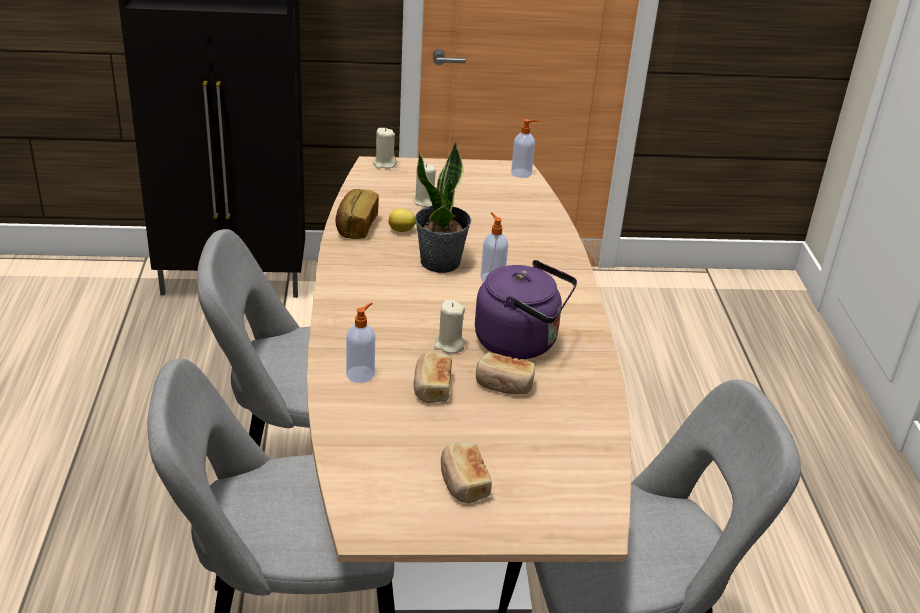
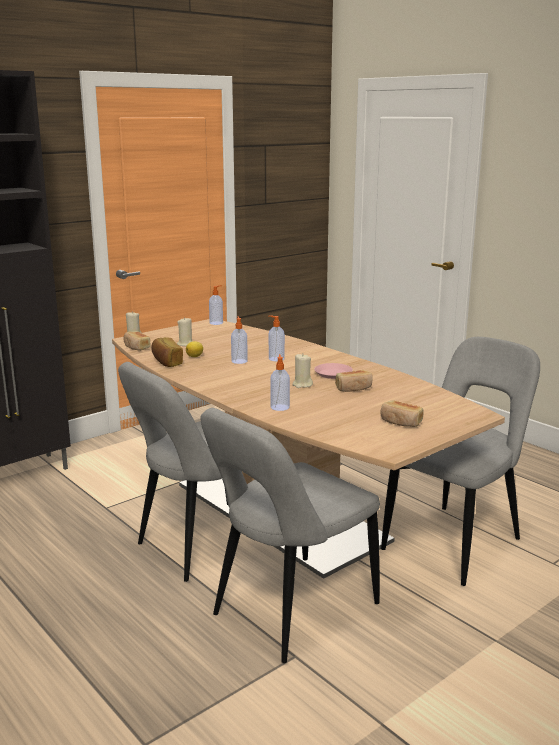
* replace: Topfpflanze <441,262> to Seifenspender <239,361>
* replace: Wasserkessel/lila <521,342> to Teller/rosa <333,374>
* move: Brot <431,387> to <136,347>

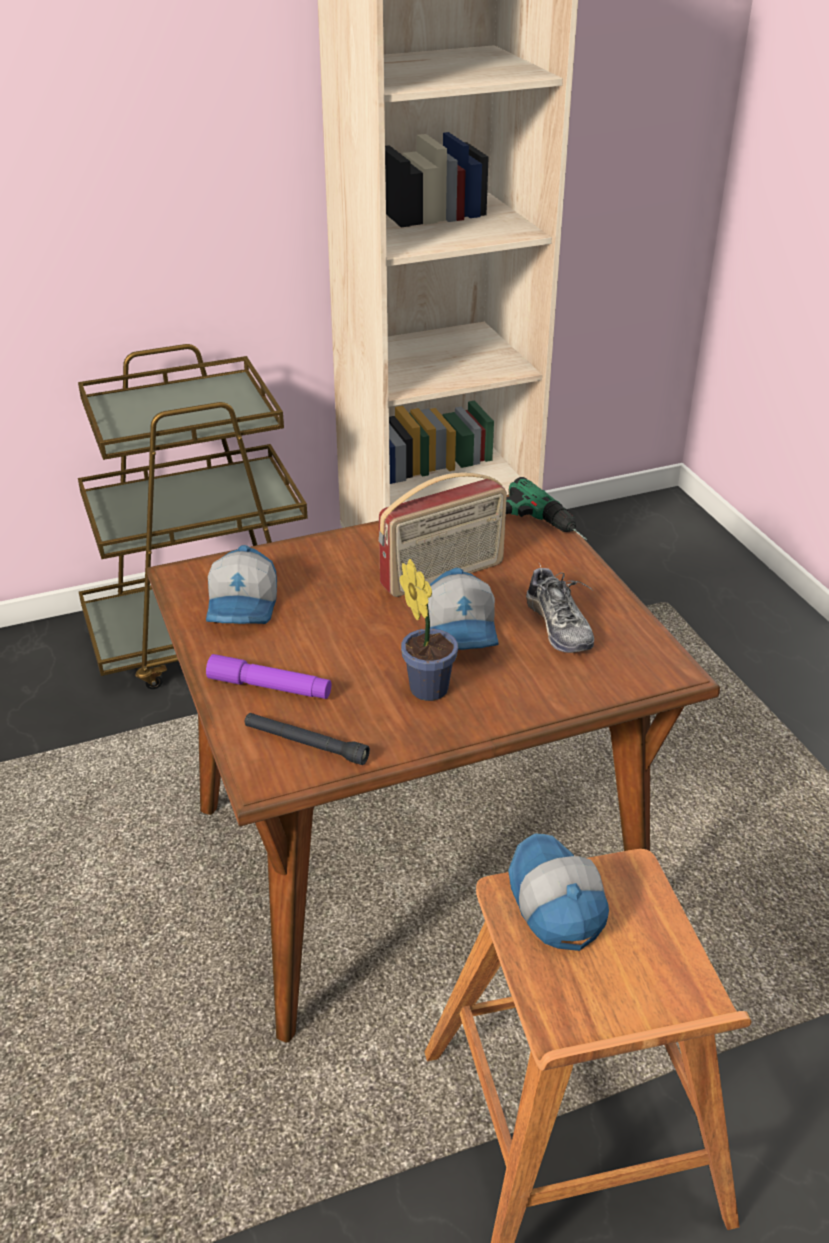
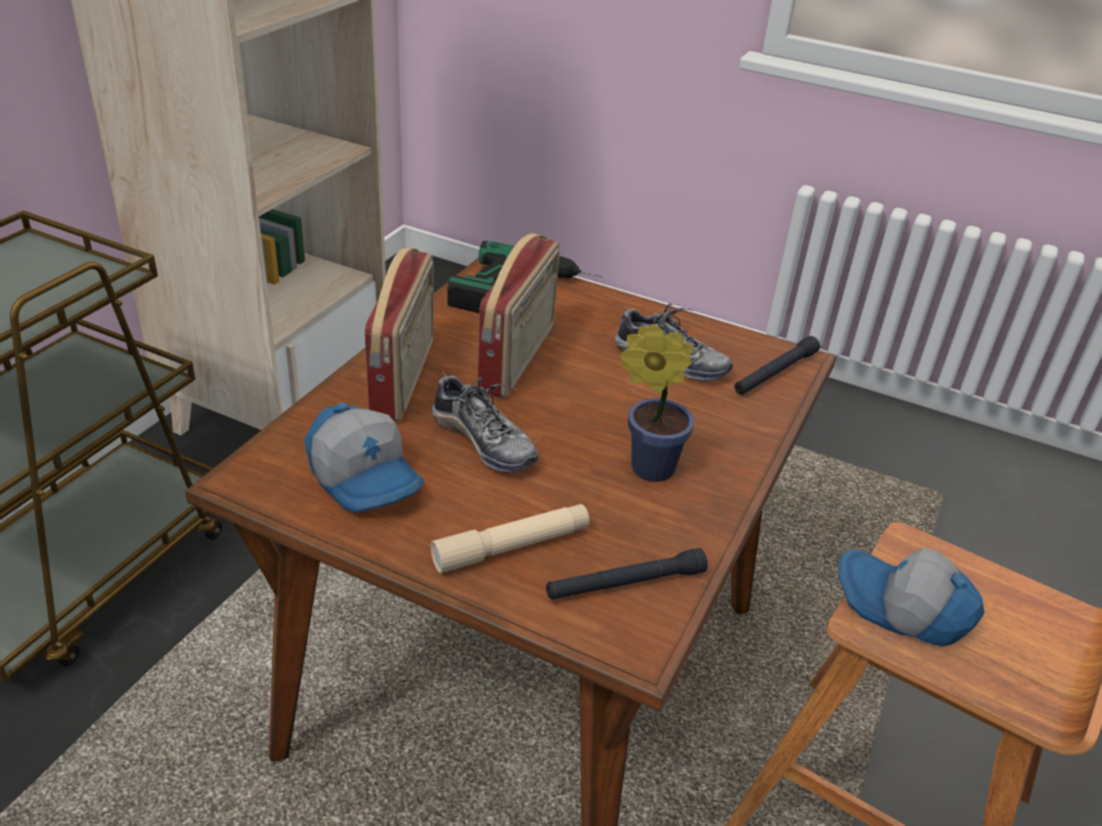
* delete: Kappe <462,629>
* recolor: Taschenlampe/lila <269,687> to Taschenlampe/beige <511,547>
* insert: Radio <405,379>
* insert: Taschenlampe/schwarz <775,373>
* insert: Schuh <483,441>

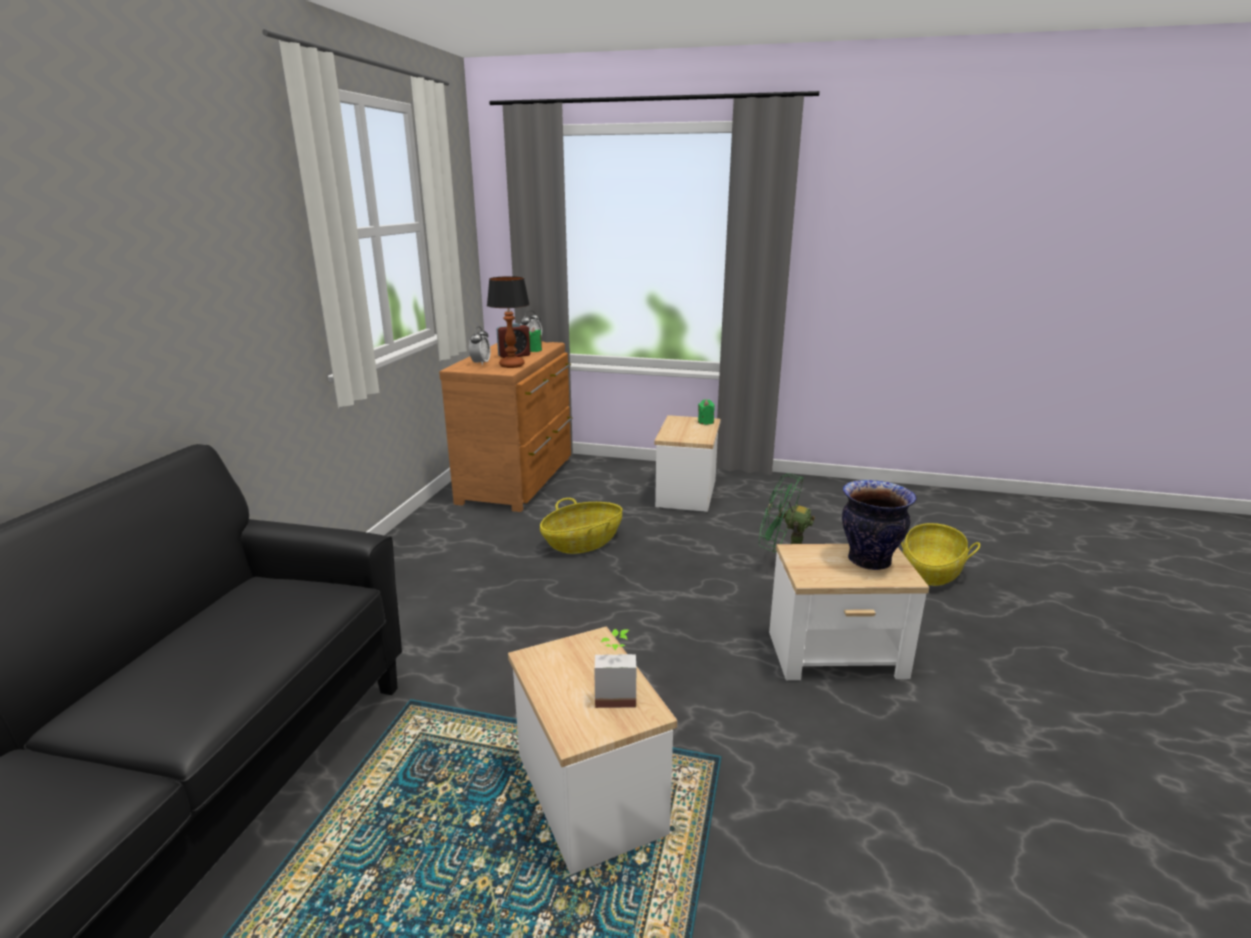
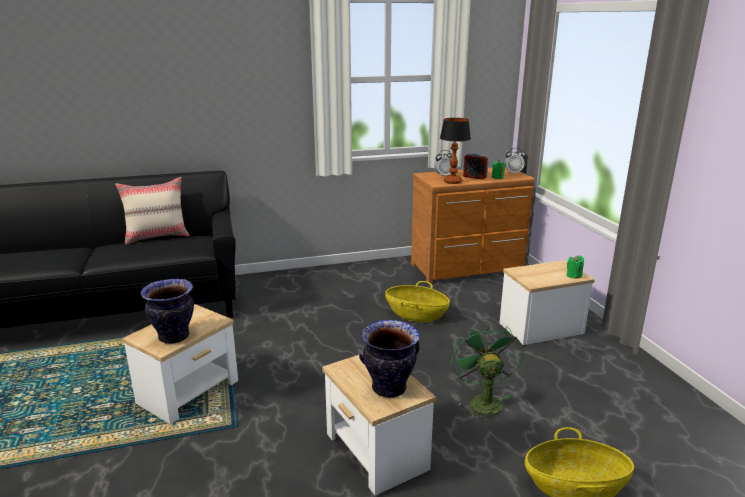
* replace: Topfpflanze <615,694> to Vase <173,337>
* insert: Kissen/beige <157,237>

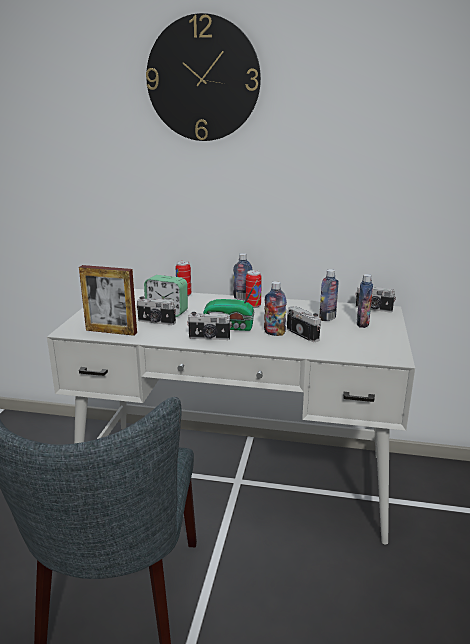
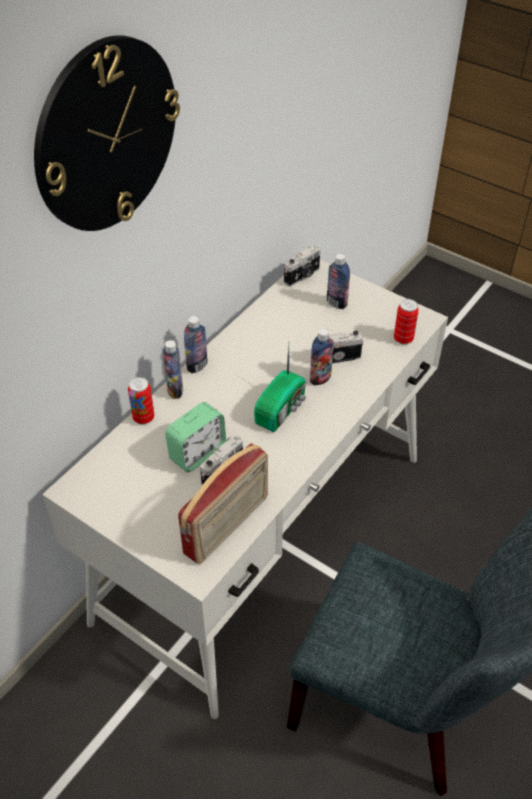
* replace: Bilderrahmen <111,331> to Radio <228,526>
* move: Flasche <327,318> to <175,390>
* move: Dose <253,306> to <403,339>
* delete: Kamera <209,338>

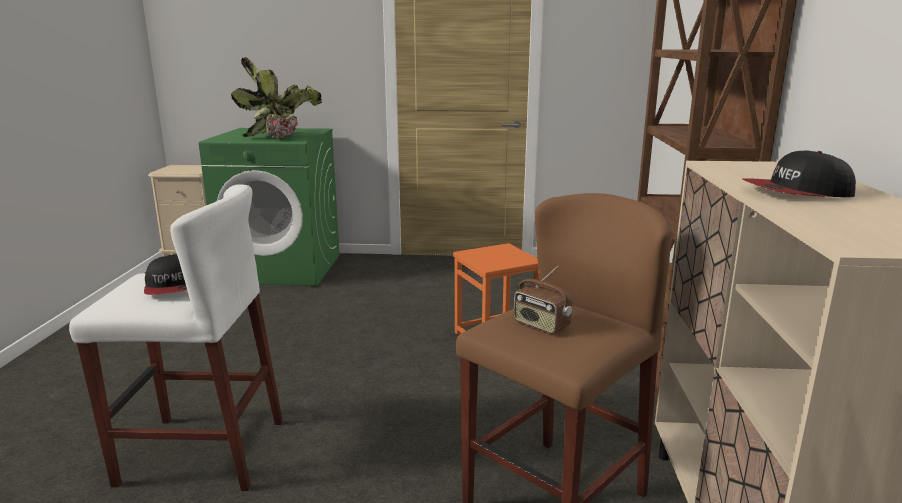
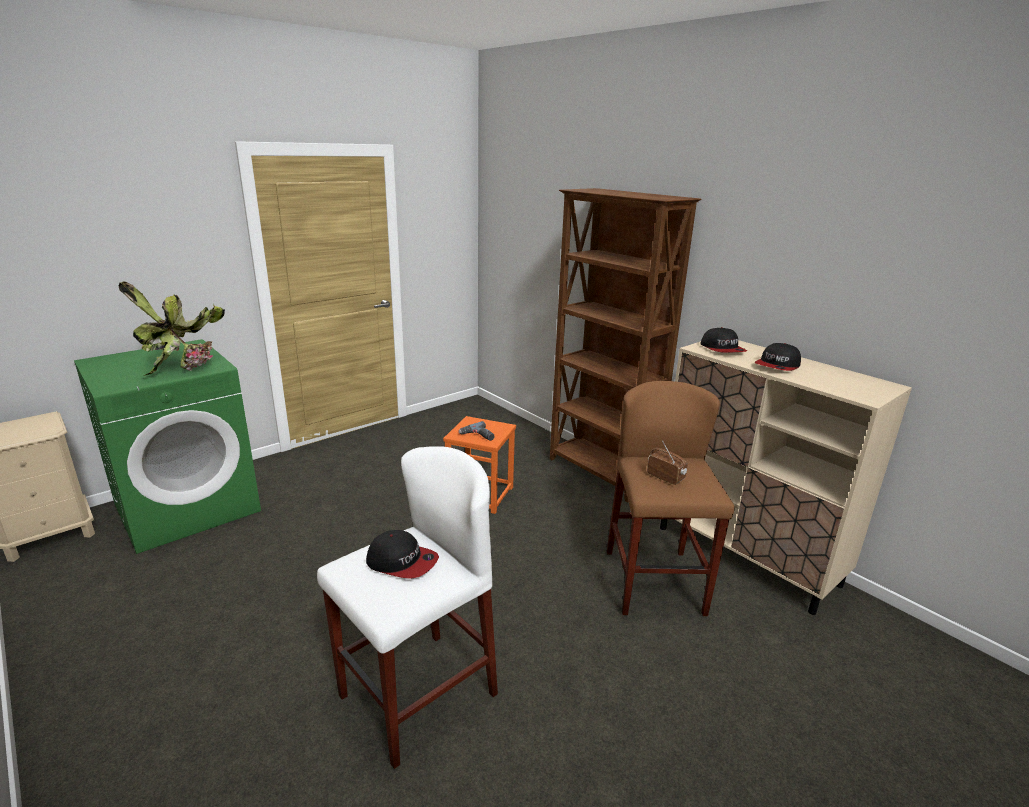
* rotate: Radio <540,325> = <666,477> 135 degrees counterclockwise
* insert: Kappe <722,349>
* insert: Bohrmaschine <477,436>

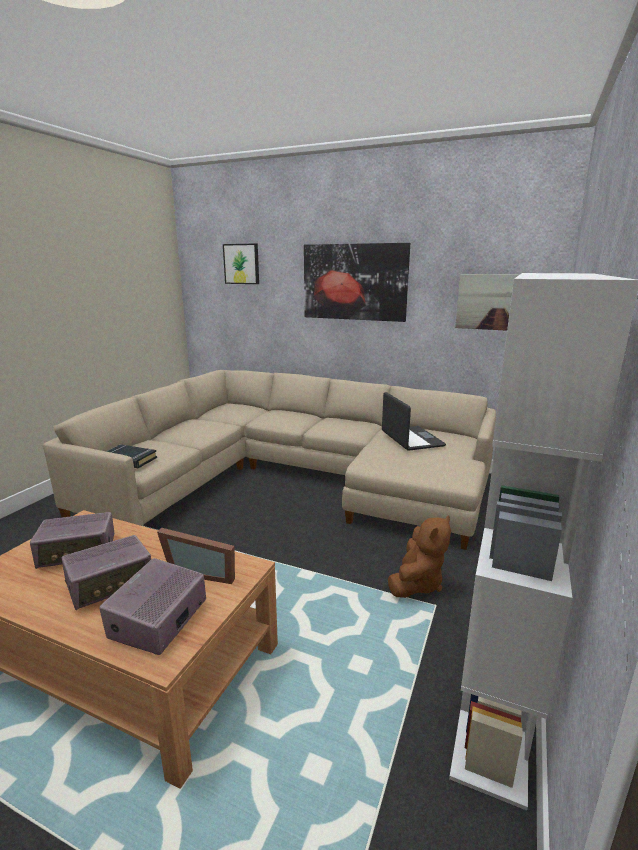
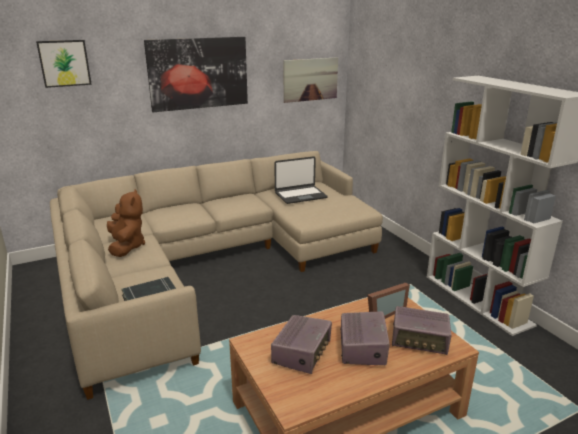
* rotate: Laptop <411,439> = <300,195> 135 degrees clockwise
* move: Plüschtier/braun <417,583> to <126,247>
* rotate: Radio <158,620> = <419,340> 45 degrees counterclockwise

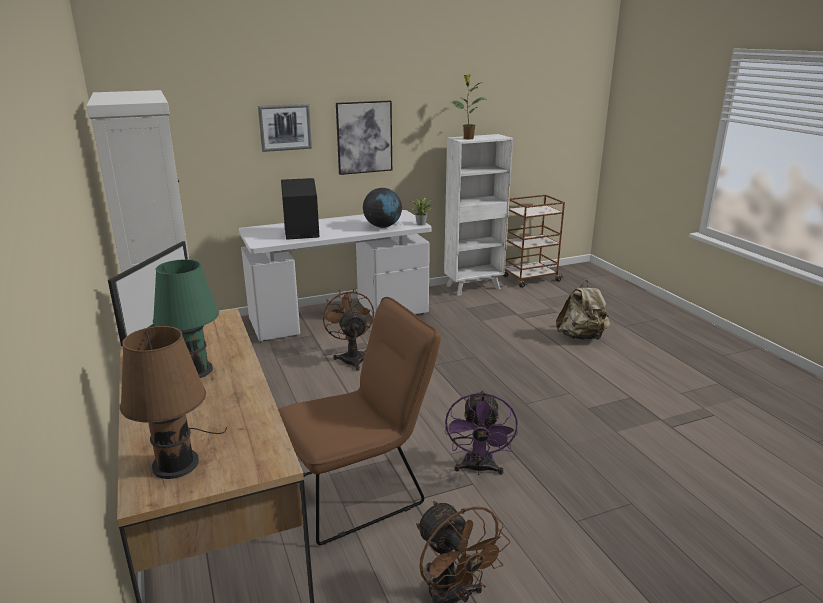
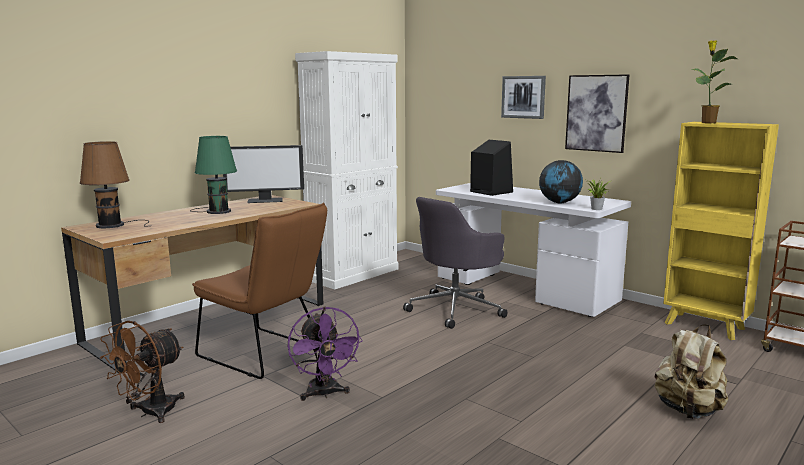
* recolor: Bücherregal/weiß <474,287> to Bücherregal/gelb <705,326>
* replace: Ventilator/braun <351,357> to Bürostuhl/grau <456,309>
* rotate: Ventilator/lila <478,469> = <324,394> 90 degrees counterclockwise

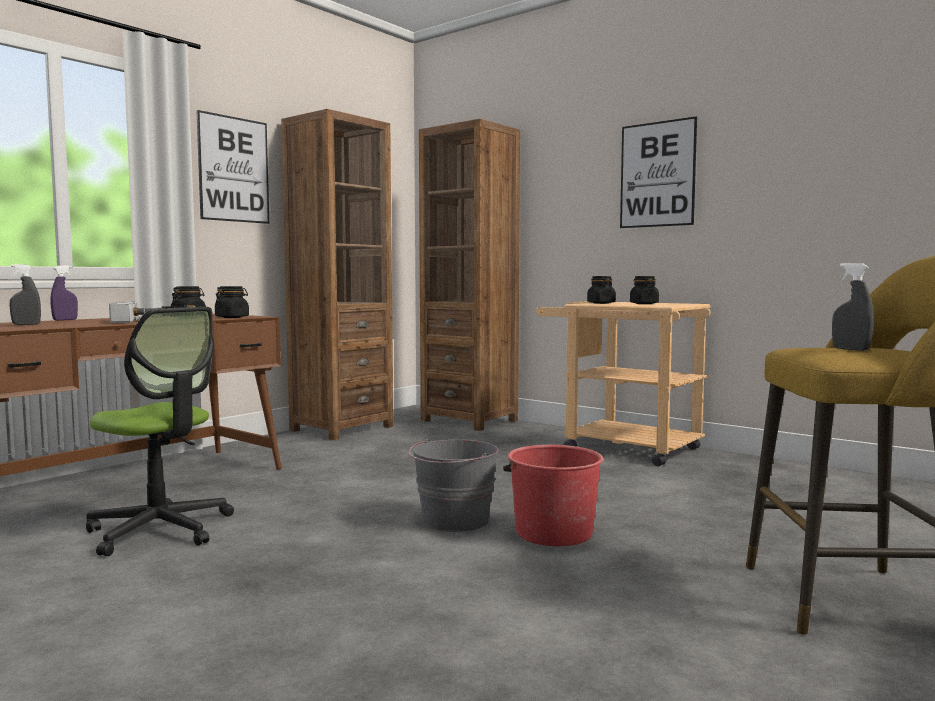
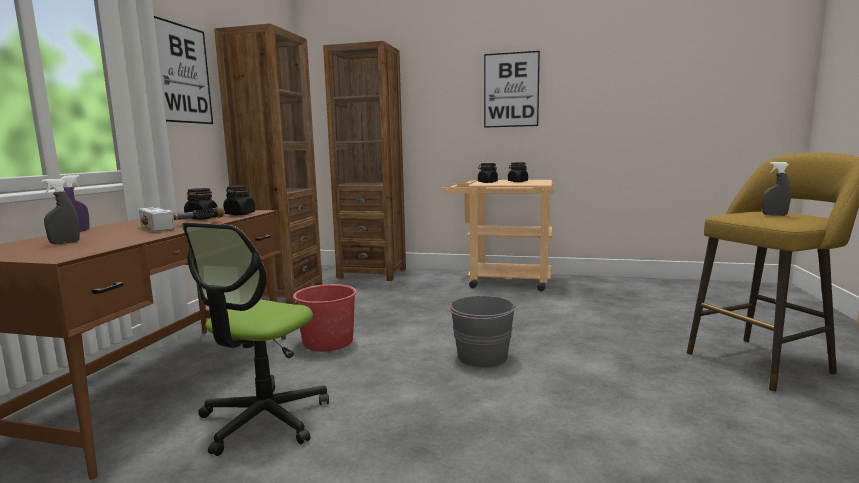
* rotate: Bürostuhl <160,530> = <264,419> 105 degrees clockwise
* move: Eimer/rot <553,532> to <327,342>

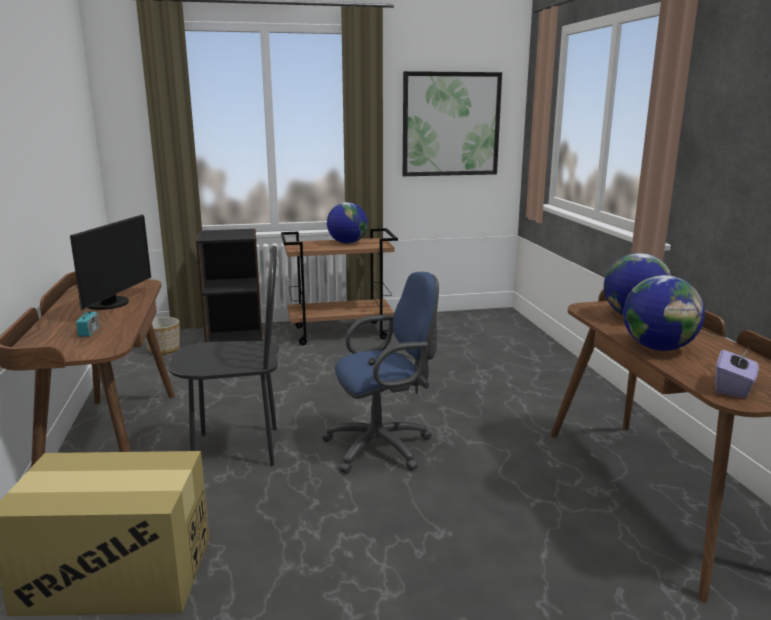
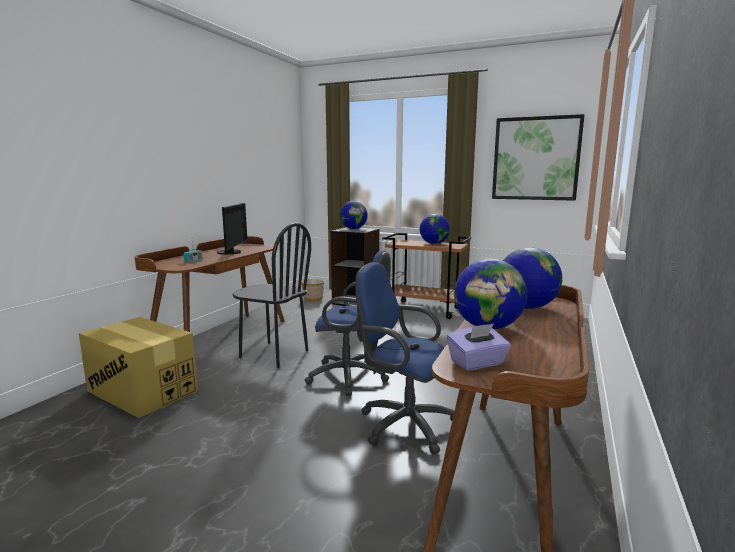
* rotate: Monitor <112,304> = <231,252> 45 degrees counterclockwise
* insert: Globus <353,229>
* insert: Bürostuhl/blau <402,424>

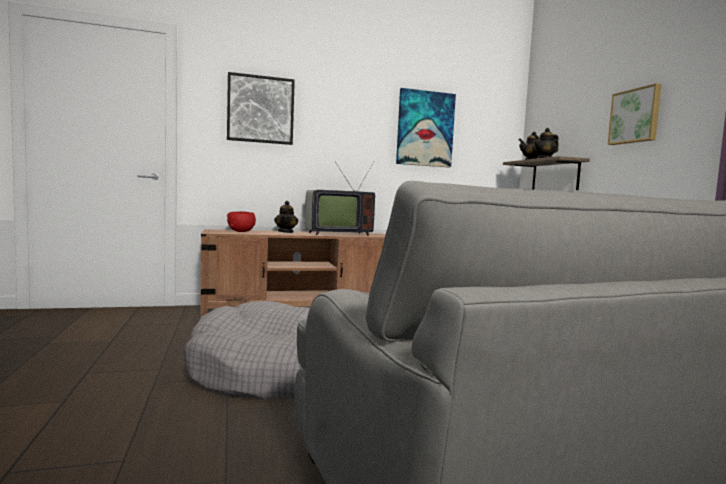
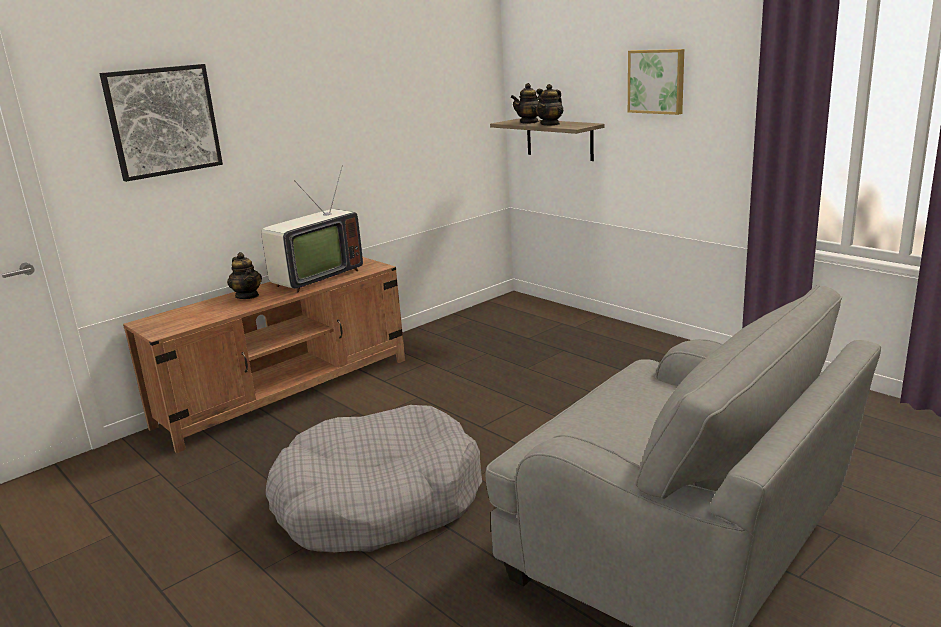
* delete: Bild <425,129>
* delete: Schüssel/rot <241,231>

